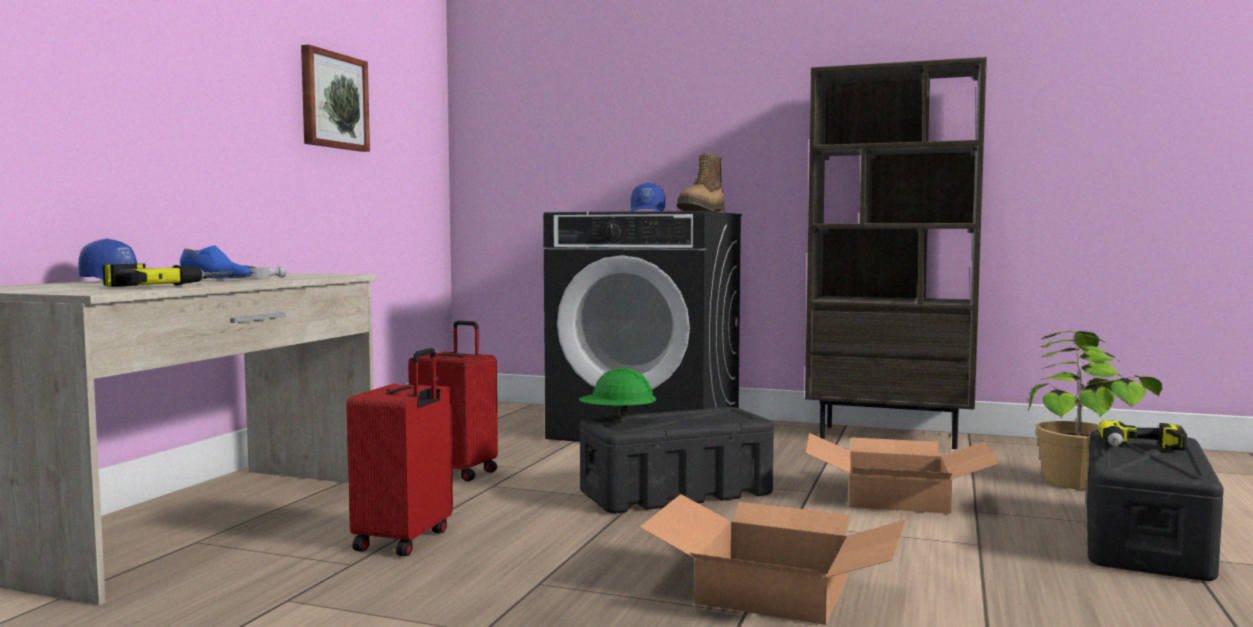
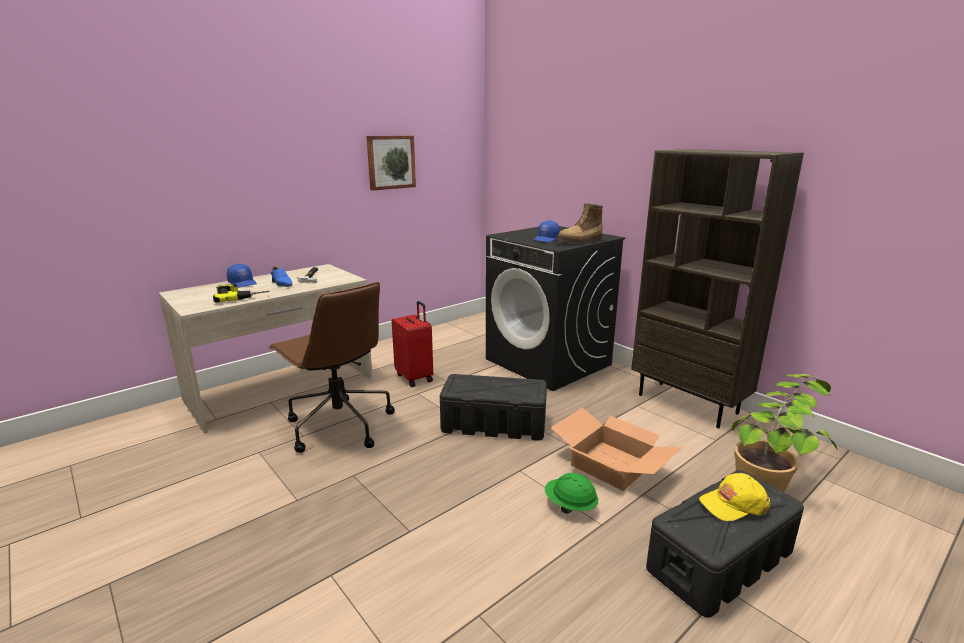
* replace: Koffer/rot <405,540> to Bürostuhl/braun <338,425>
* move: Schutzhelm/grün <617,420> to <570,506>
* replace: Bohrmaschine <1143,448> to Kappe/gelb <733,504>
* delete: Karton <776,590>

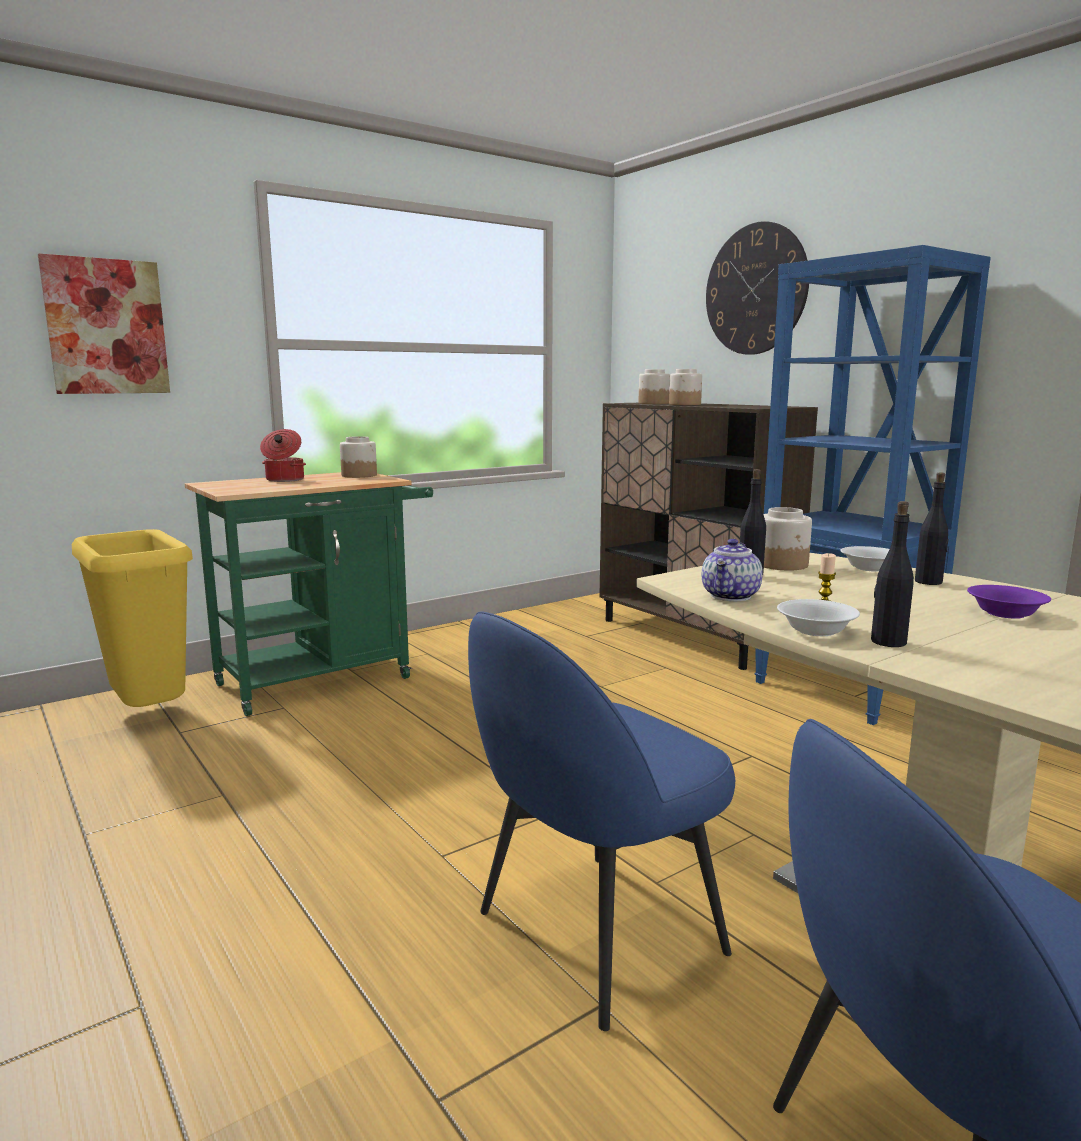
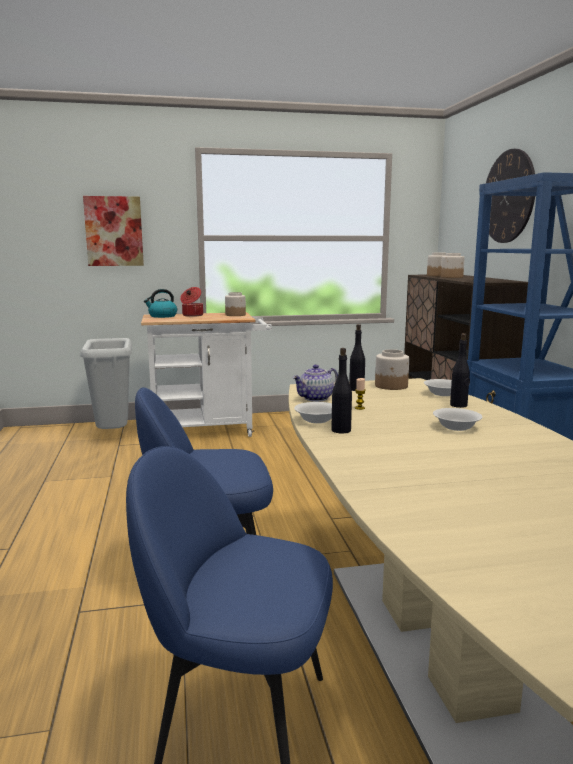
* recolor: Rollwagen/grün <325,678> to Rollwagen/weiß <209,430>
* recolor: Mülleimer/gelb <148,716> to Mülleimer/grau <112,435>
* recolor: Schüssel/lila <1004,613> to Schüssel/weiß <456,427>
* insert: Wasserkessel <162,316>

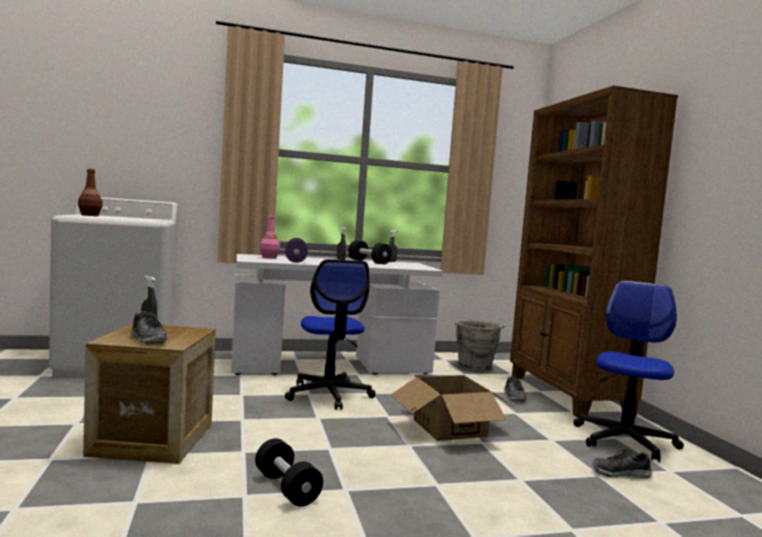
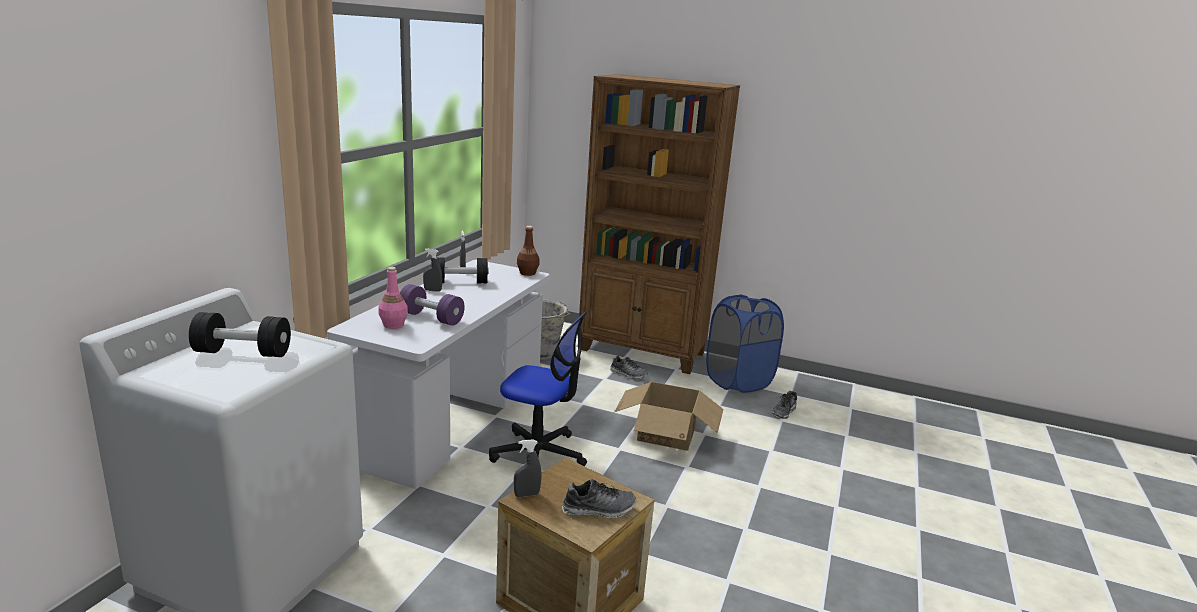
* move: Flasche/braun <89,215> to <527,273>
* replace: Bürostuhl <625,440> to Wäschekorb/blau <738,381>
* move: Hantel/schwarz <286,488> to <243,353>

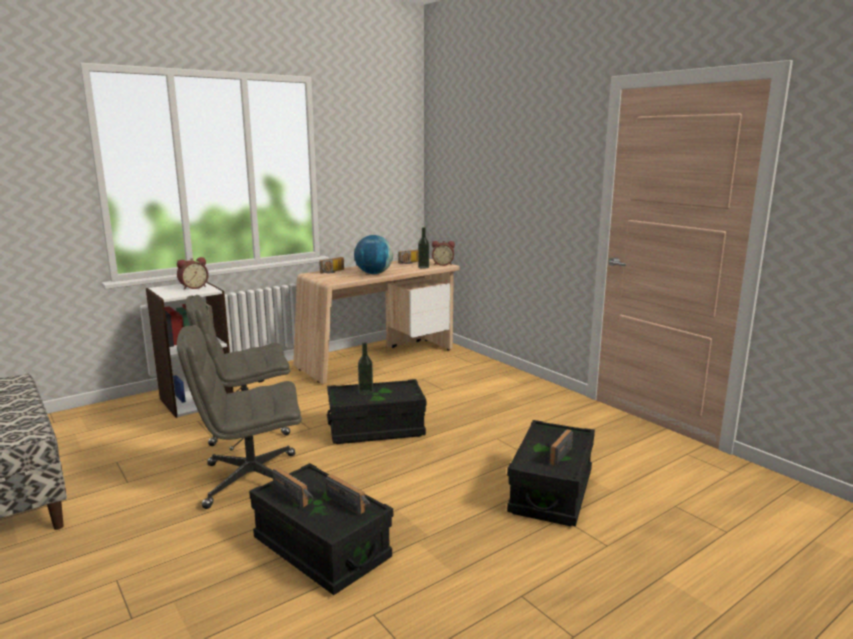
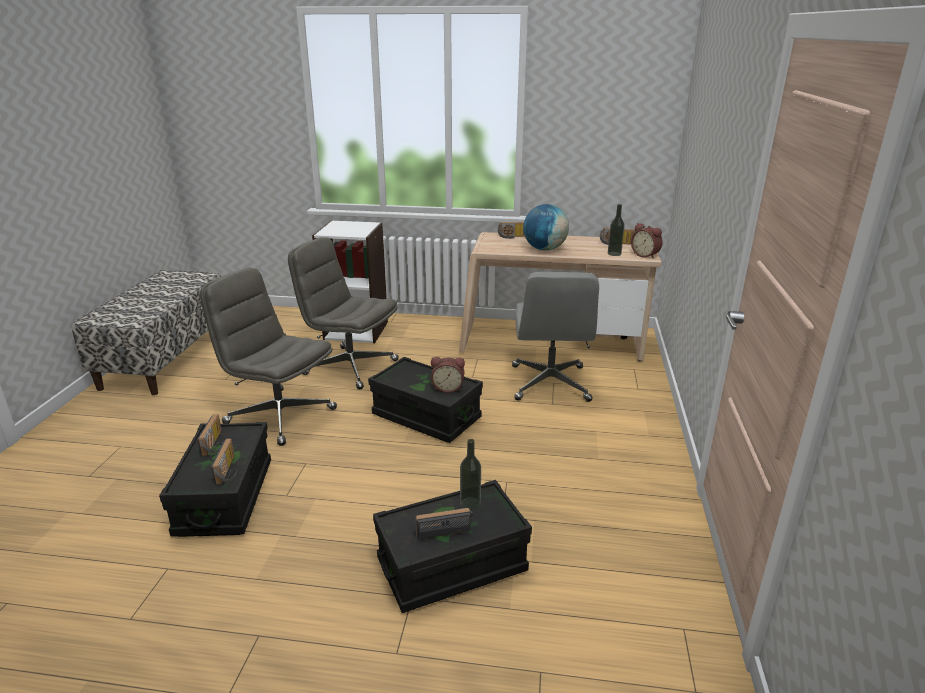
* move: Wecker <193,287> to <448,388>
* move: Flasche <366,392> to <470,503>
* insert: Bürostuhl/grau <550,384>

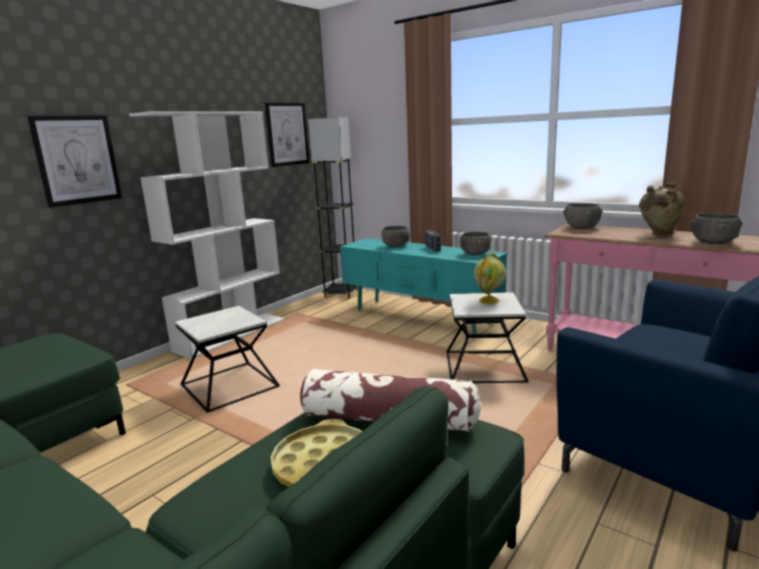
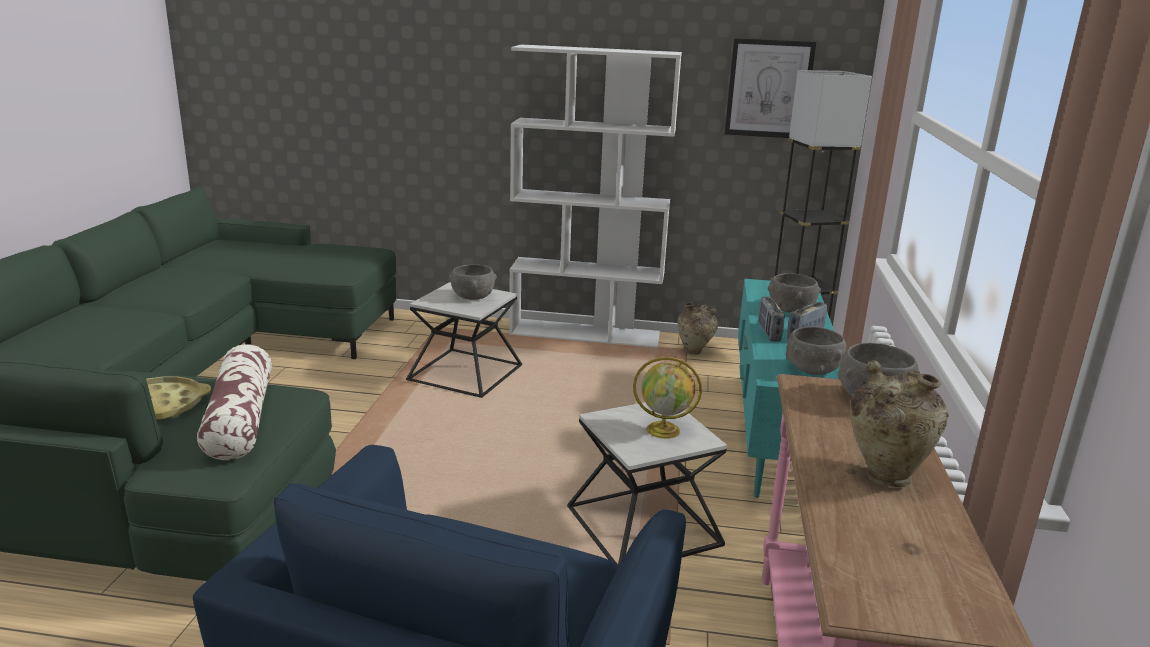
* delete: Bild <77,160>
* move: Schüssel/grau <713,242> to <472,297>
* insert: Radio <768,332>
* insert: Vase/beige <694,352>

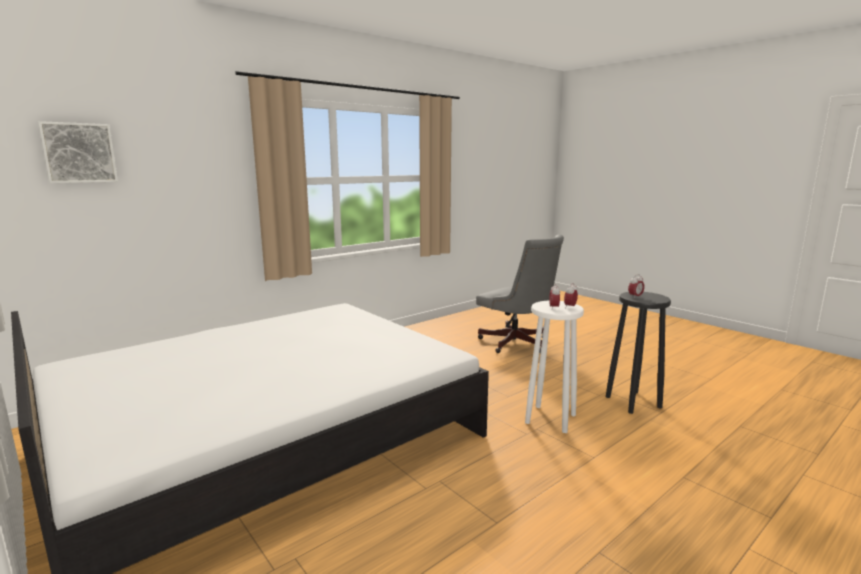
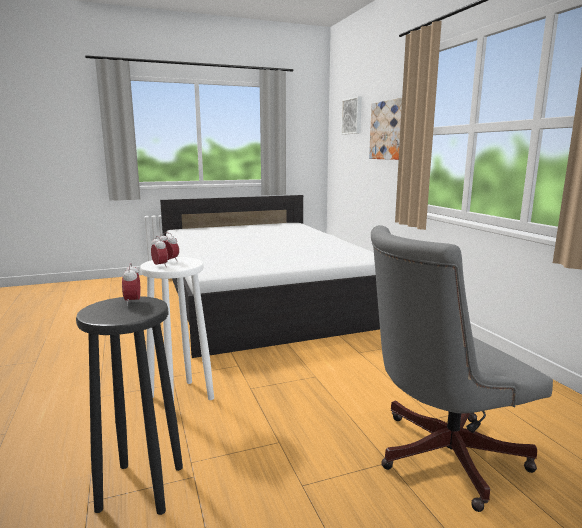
* insert: Bild <388,130>

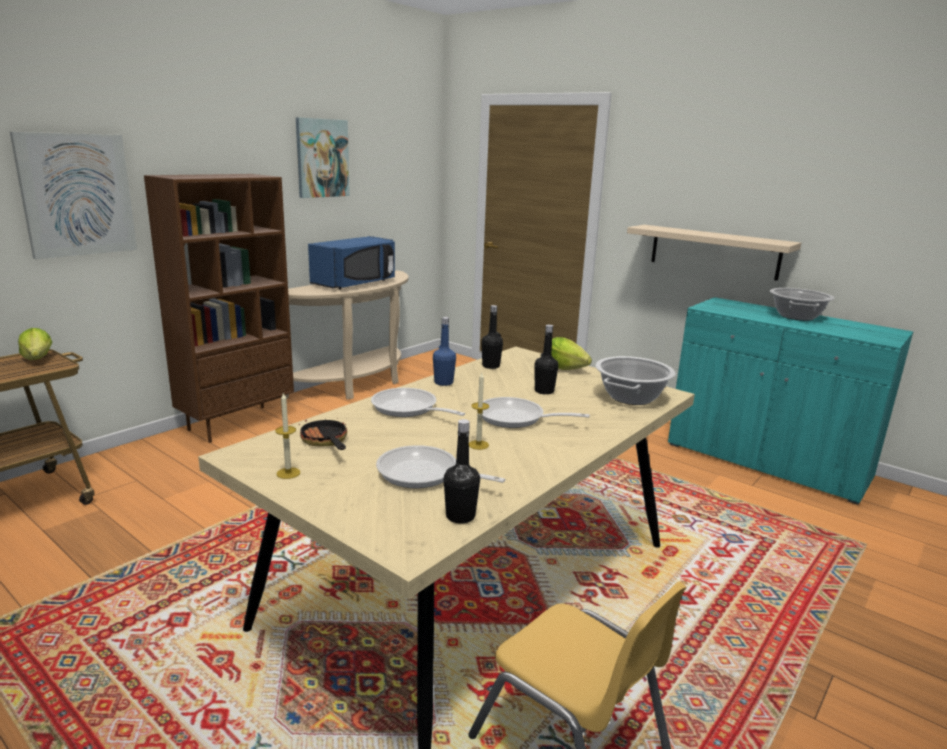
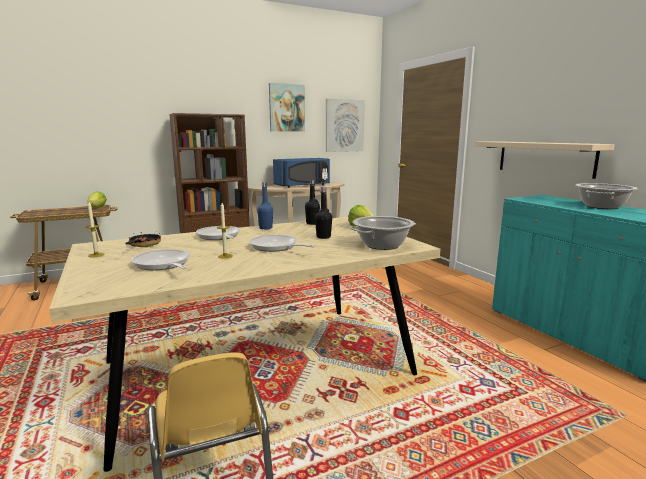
* move: Bild <77,195> to <344,125>
* delete: Flasche/schwarz <460,516>

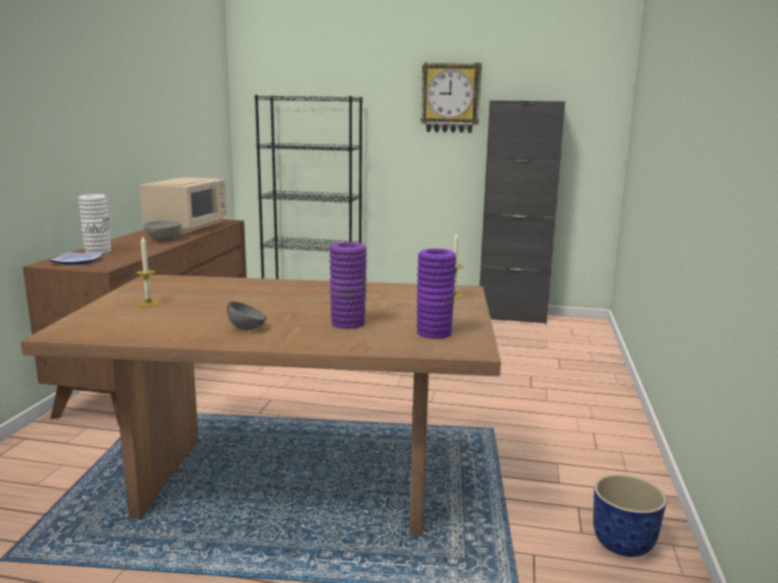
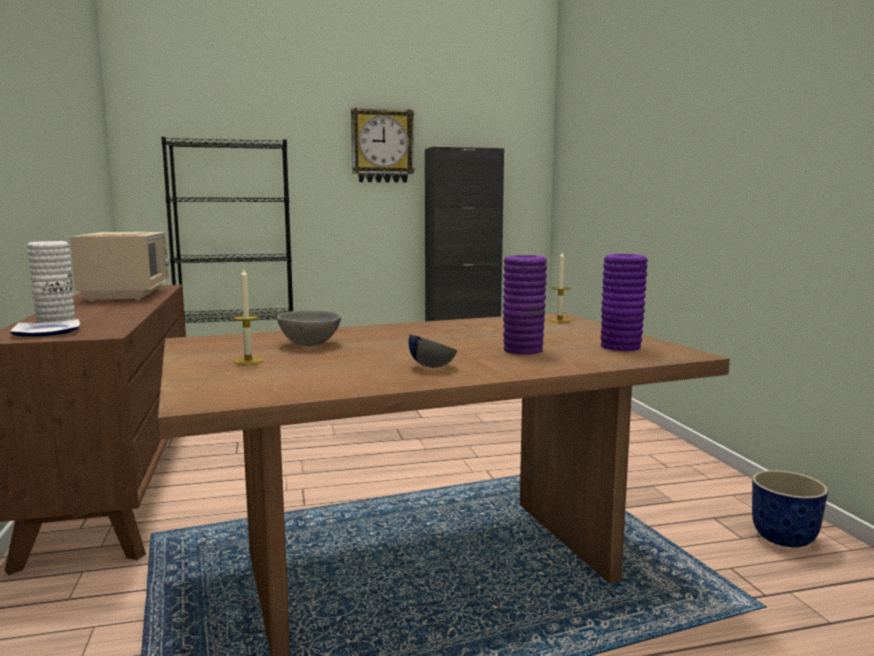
* move: Schüssel/grau <164,240> to <311,344>

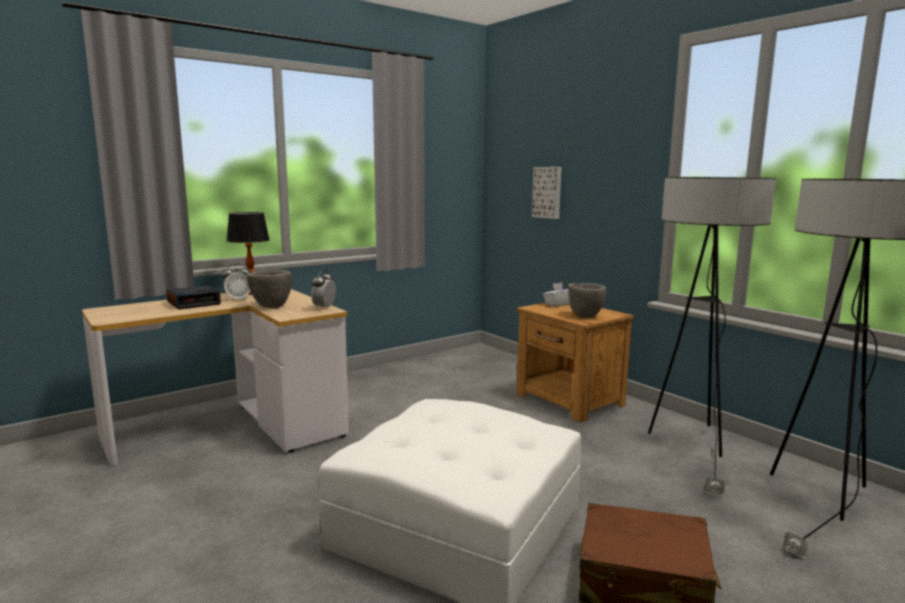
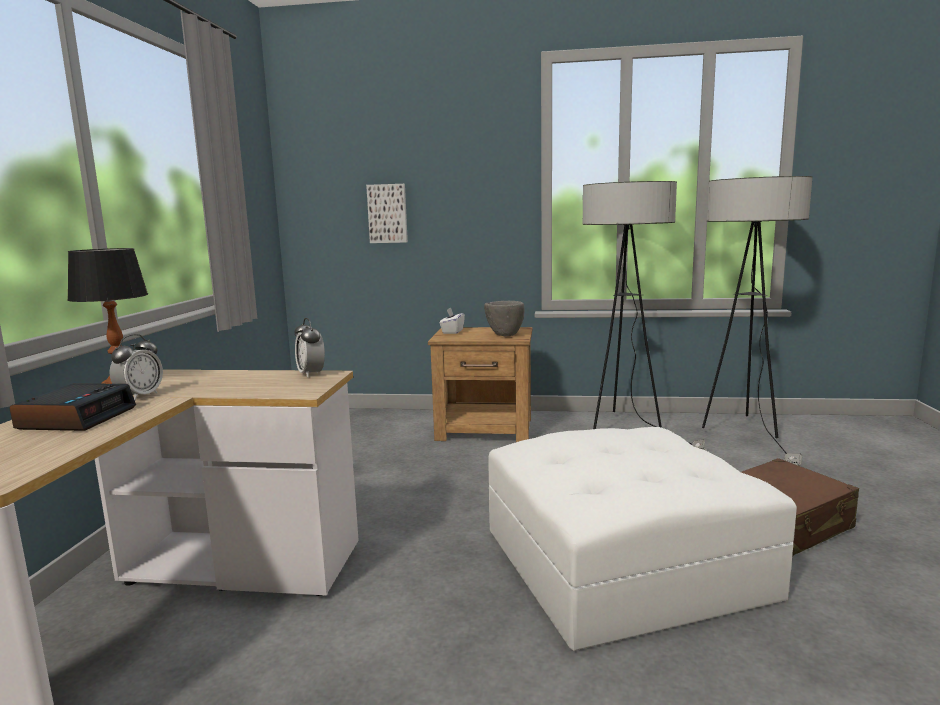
* delete: Schüssel/grau <271,306>

